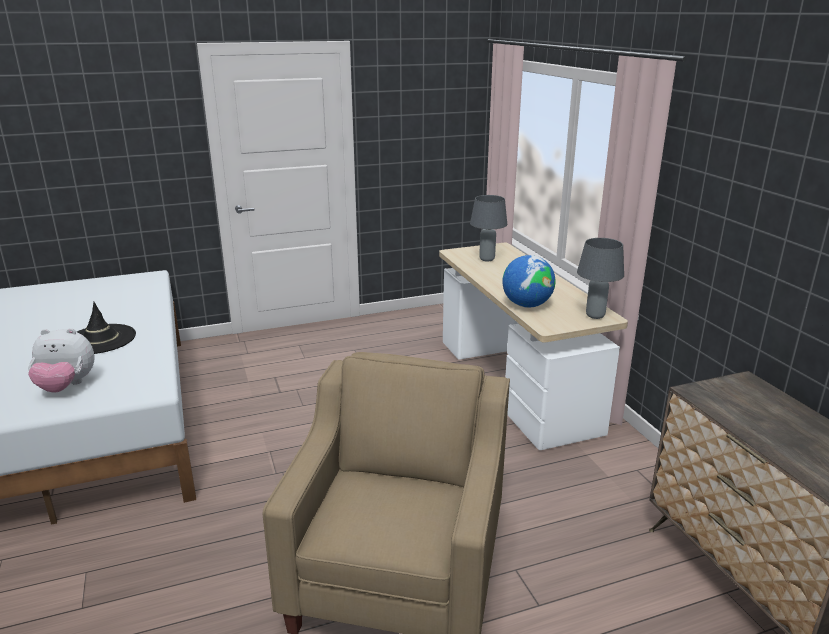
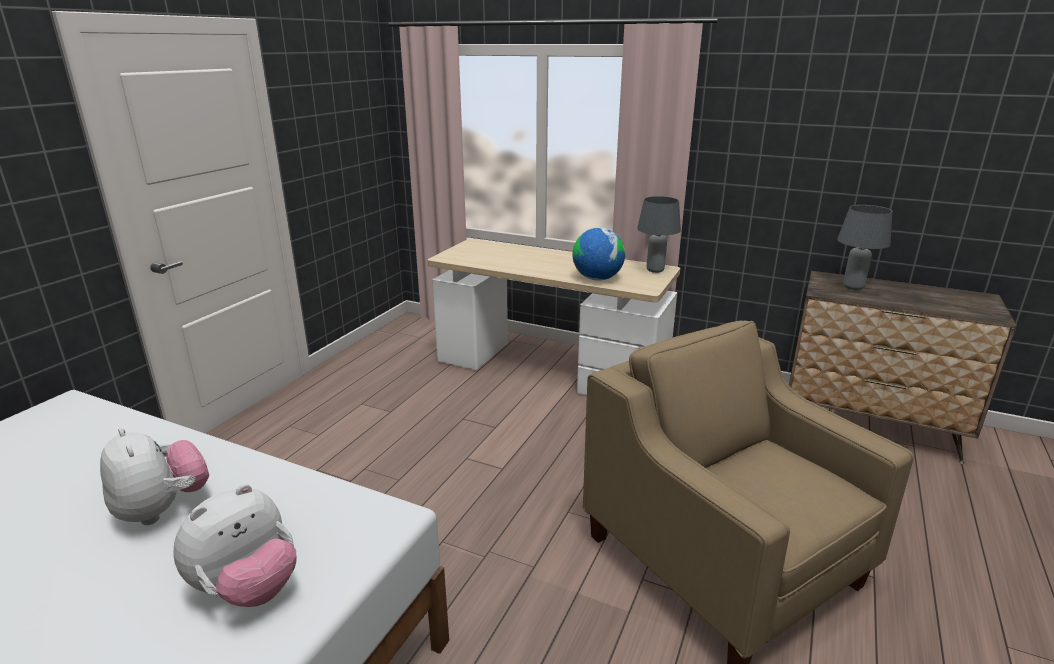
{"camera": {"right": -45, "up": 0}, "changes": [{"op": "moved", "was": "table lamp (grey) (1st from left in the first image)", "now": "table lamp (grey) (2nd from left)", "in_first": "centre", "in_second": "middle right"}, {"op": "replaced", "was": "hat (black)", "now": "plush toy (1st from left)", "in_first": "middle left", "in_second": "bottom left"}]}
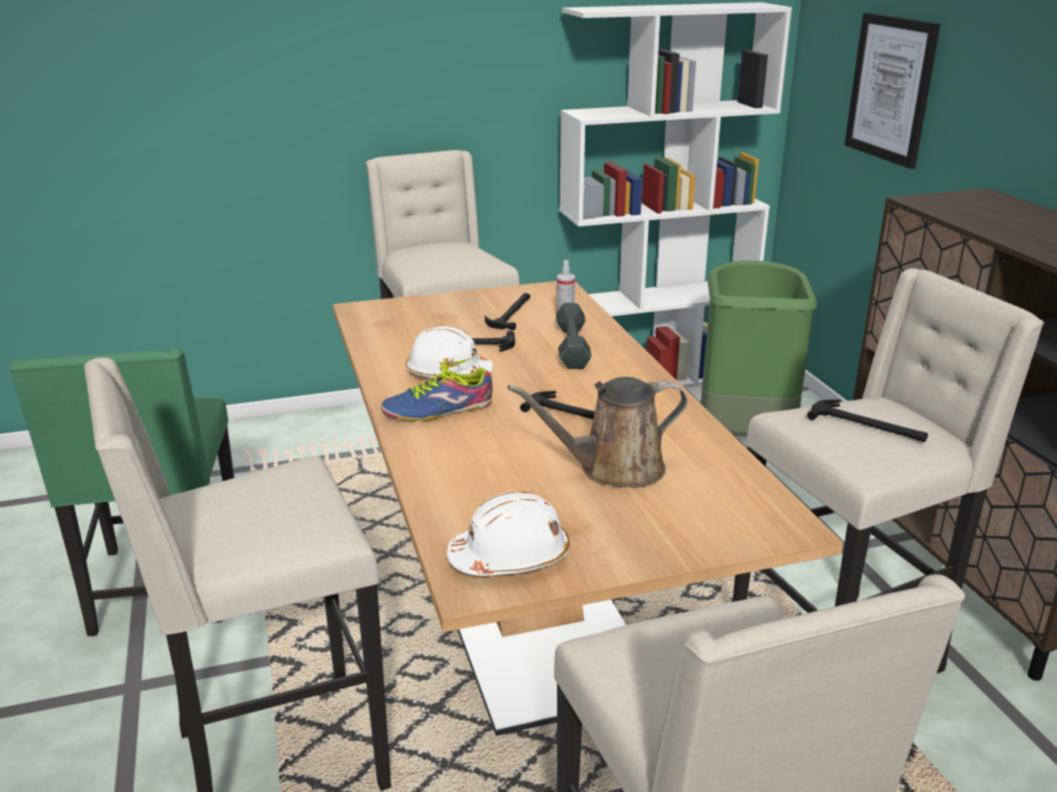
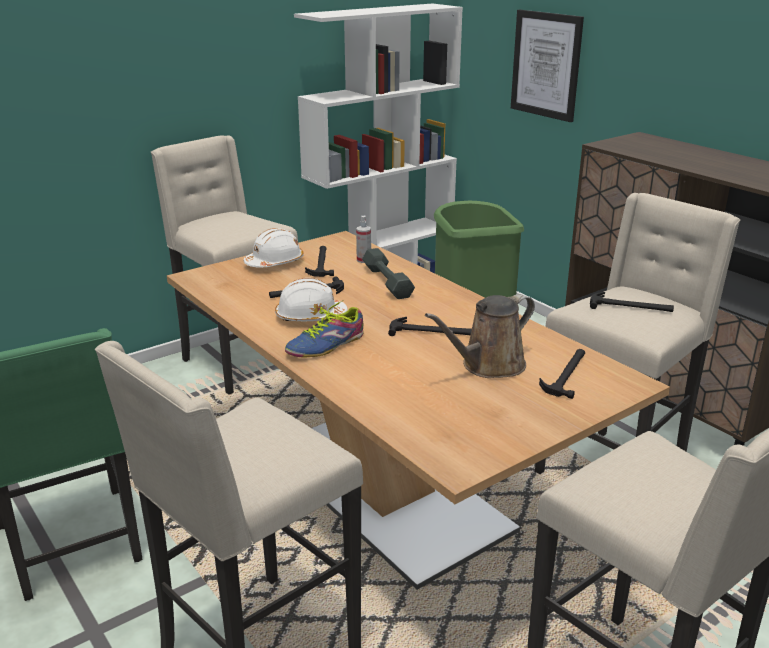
{"camera": {"right": -20, "up": 0}, "changes": [{"op": "moved", "was": "hard hat (white) (2nd from left in the first image)", "now": "hard hat (white) (1st from left)", "in_first": "bottom centre", "in_second": "centre"}, {"op": "added", "now": "hammer (4th from left)", "in_second": "middle right"}]}
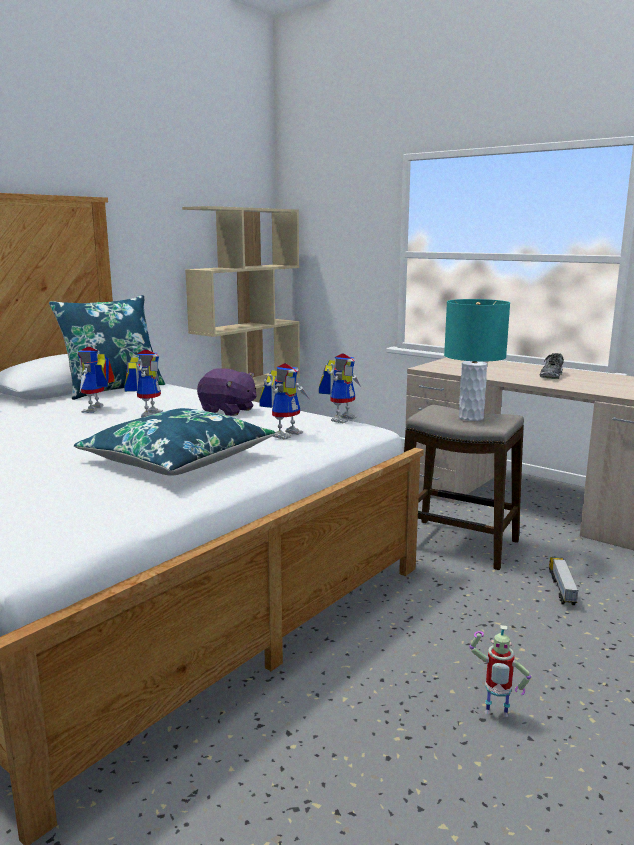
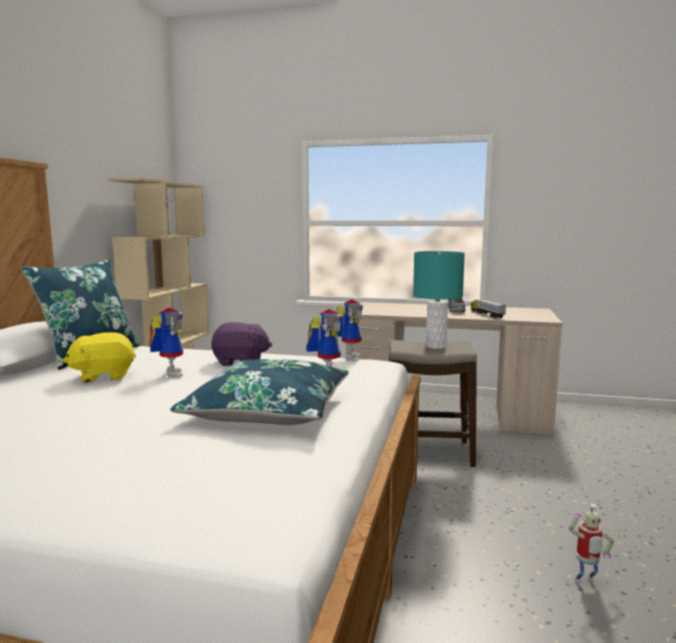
{"camera": {"right": -25, "up": -5}, "changes": [{"op": "replaced", "was": "toy robot (1st from left)", "now": "plush toy (yellow)", "in_first": "middle left", "in_second": "middle left"}, {"op": "moved", "was": "toy truck", "in_first": "bottom right", "in_second": "middle right"}]}
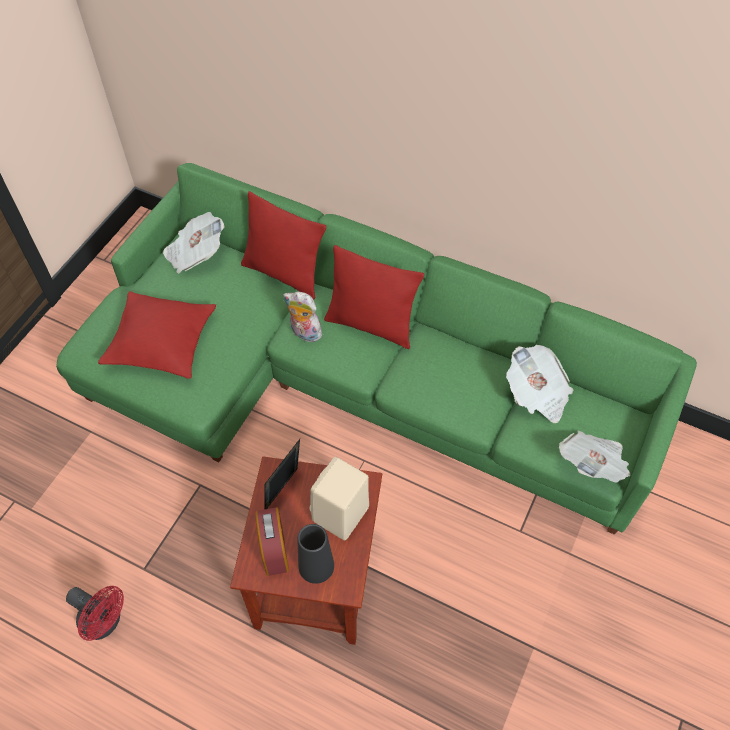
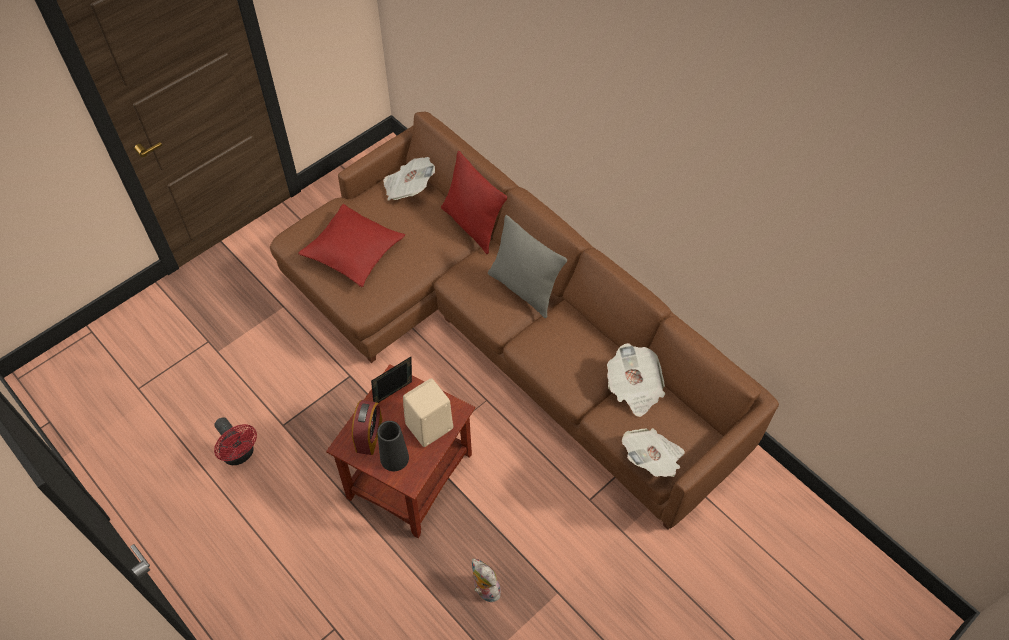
{"camera": {"right": 20, "up": 0}, "changes": [{"op": "recoloured", "was": "sofa (green)", "now": "sofa (brown)", "in_first": "centre", "in_second": "centre"}, {"op": "recoloured", "was": "pillow (red) (3rd from left)", "now": "pillow (grey)", "in_first": "centre", "in_second": "centre"}, {"op": "moved", "was": "plush toy", "in_first": "centre", "in_second": "bottom centre"}]}
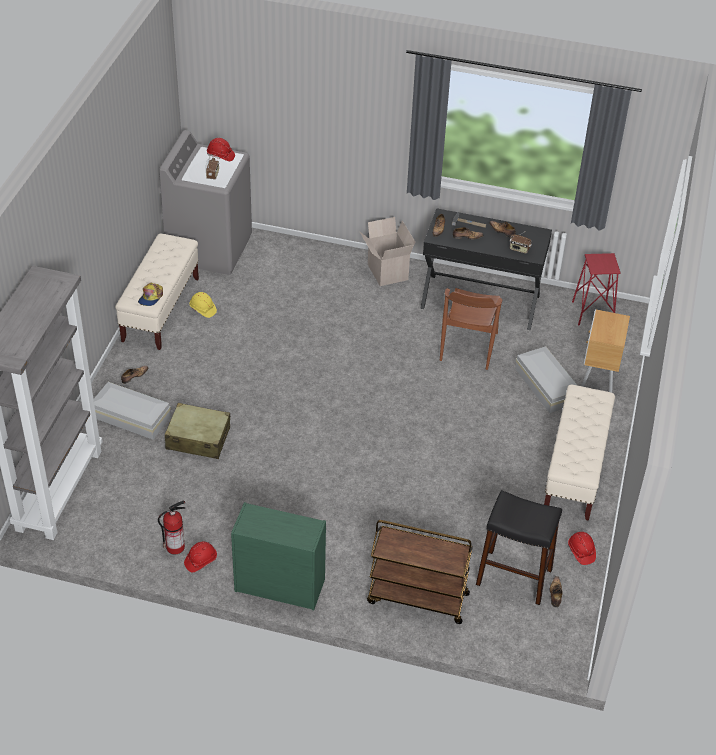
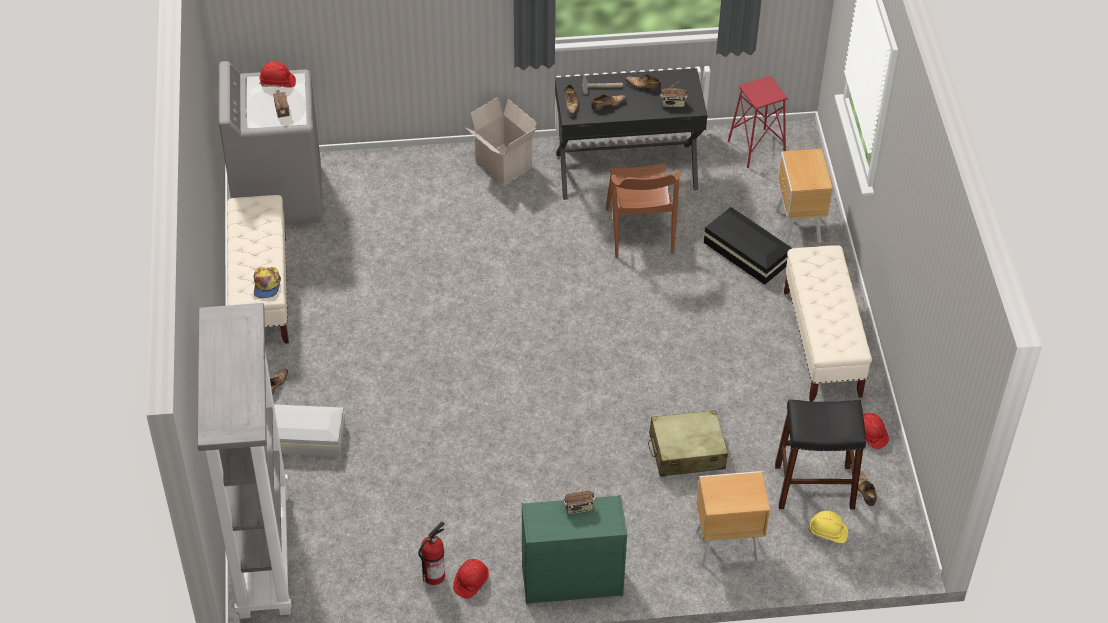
{"camera": {"right": -20, "up": 5}, "changes": [{"op": "moved", "was": "hard hat (yellow)", "in_first": "middle left", "in_second": "bottom right"}, {"op": "recoloured", "was": "storage box (white) (2nd from left)", "now": "storage box (black)", "in_first": "middle right", "in_second": "middle right"}, {"op": "moved", "was": "suitcase (beige)", "in_first": "middle left", "in_second": "bottom centre"}, {"op": "replaced", "was": "cart (brown)", "now": "nightstand (brown) (1st from left)", "in_first": "bottom centre", "in_second": "bottom centre"}, {"op": "added", "now": "radio (2nd from left)", "in_second": "bottom centre"}]}
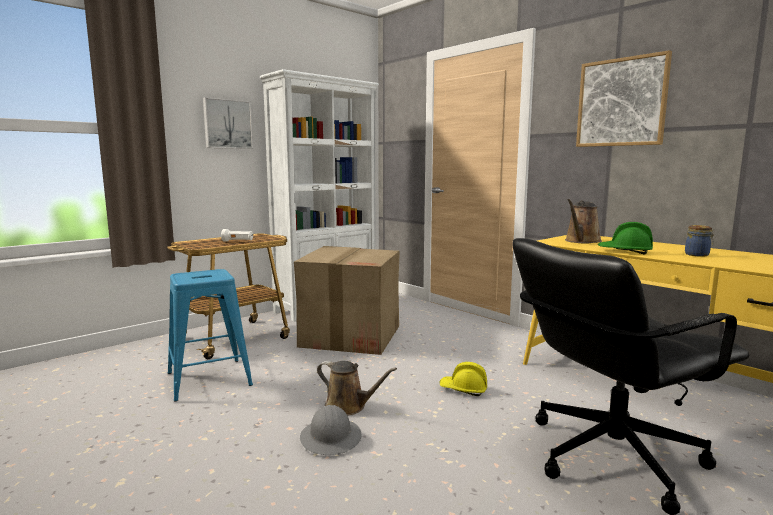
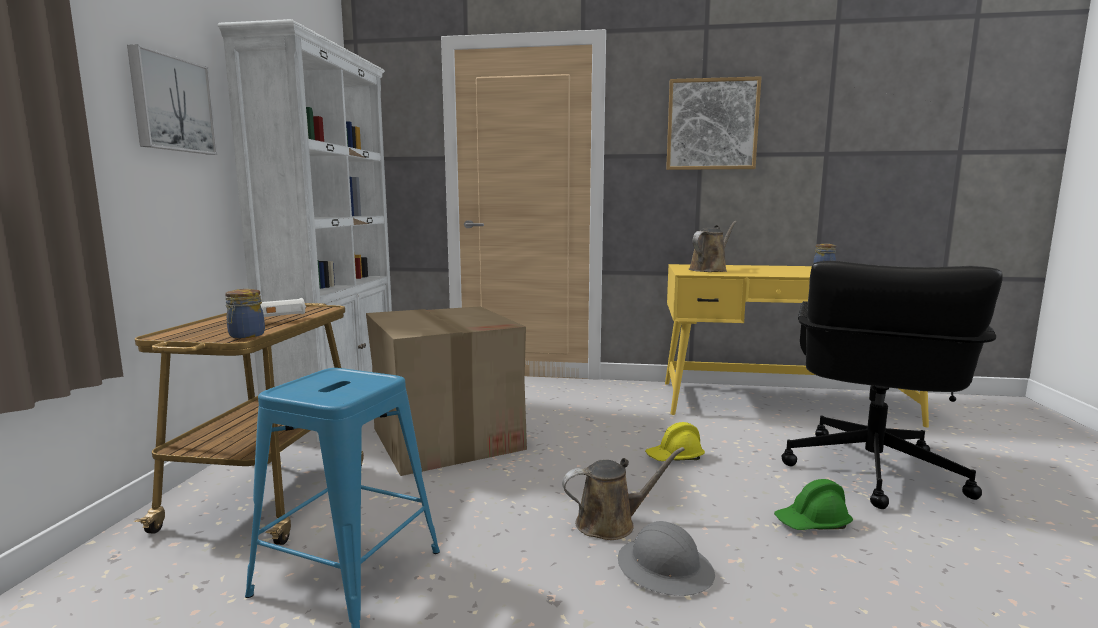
{"camera": {"right": -40, "up": 0}, "changes": [{"op": "turned", "was": "watering can (brown) (2nd from left)", "in_first": "middle right", "in_second": "centre", "clockwise": -135}, {"op": "moved", "was": "hard hat (green)", "in_first": "middle right", "in_second": "bottom right"}, {"op": "added", "now": "jar (1st from left)", "in_second": "middle left"}]}
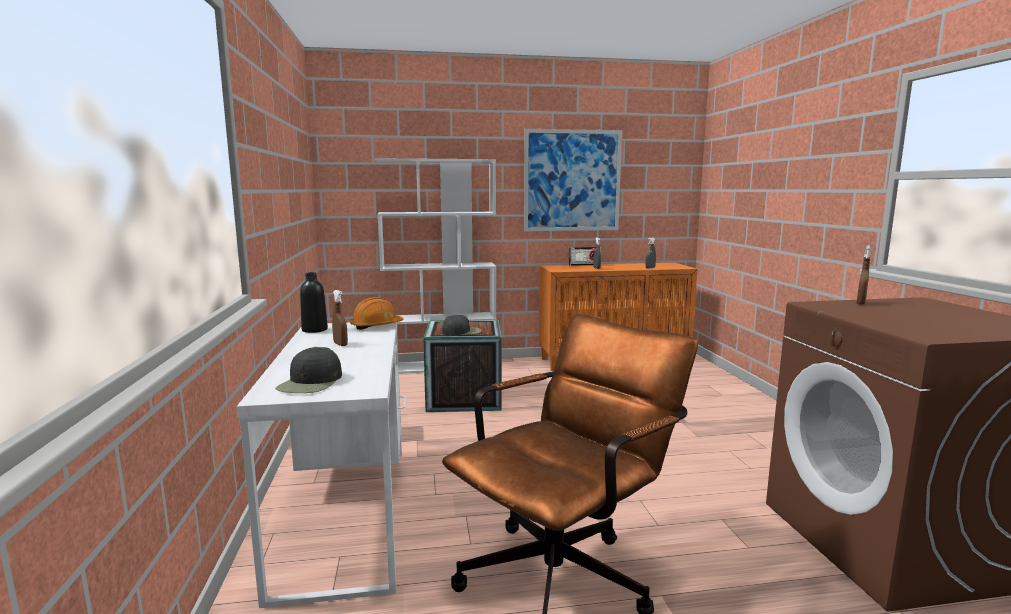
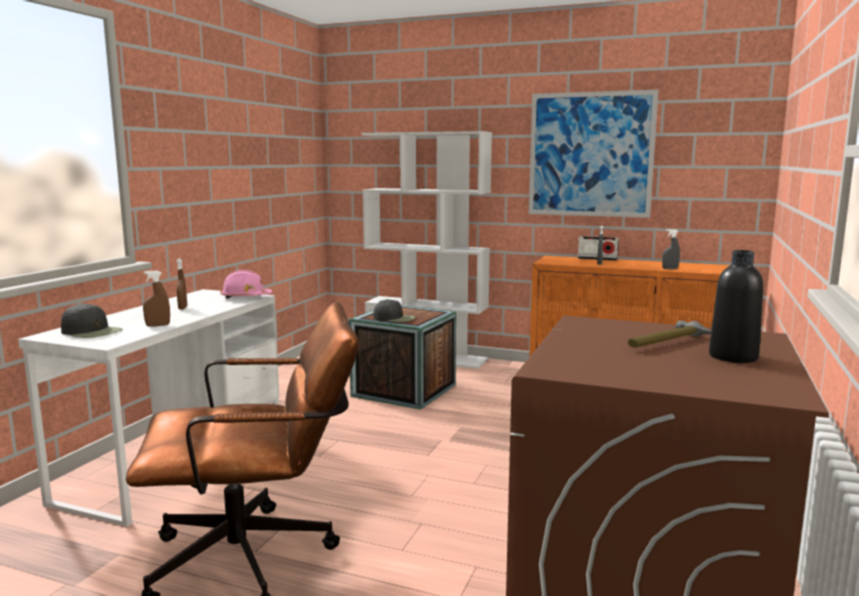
{"camera": {"right": 30, "up": 0}, "changes": [{"op": "moved", "was": "spray bottle (brown) (2nd from left in the first image)", "now": "spray bottle (brown) (1st from left)", "in_first": "middle right", "in_second": "middle left"}, {"op": "moved", "was": "bottle (black)", "in_first": "middle left", "in_second": "middle right"}, {"op": "recoloured", "was": "hard hat (orange)", "now": "hard hat (pink)", "in_first": "centre", "in_second": "middle left"}, {"op": "turned", "was": "cap (black) (1st from left)", "in_first": "middle left", "in_second": "middle left", "clockwise": -105}, {"op": "added", "now": "hammer", "in_second": "middle right"}]}
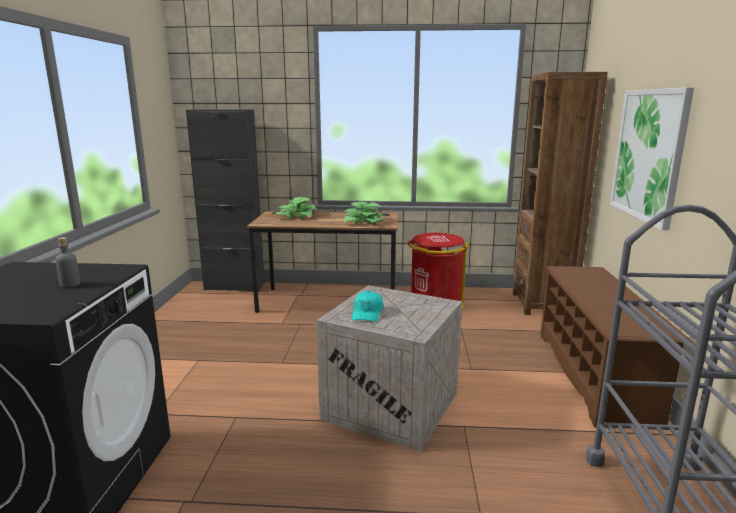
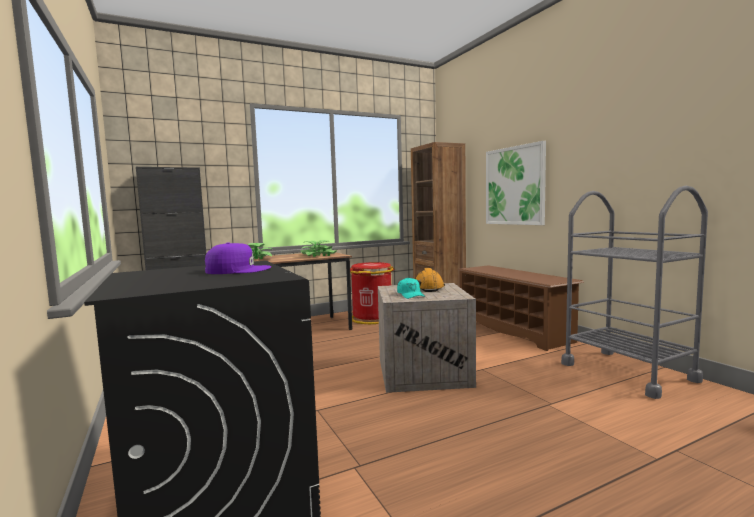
{"camera": {"right": -30, "up": -10}, "changes": [{"op": "replaced", "was": "bottle (grey)", "now": "cap (purple)", "in_first": "middle left", "in_second": "middle left"}, {"op": "added", "now": "hard hat (orange)", "in_second": "centre"}]}
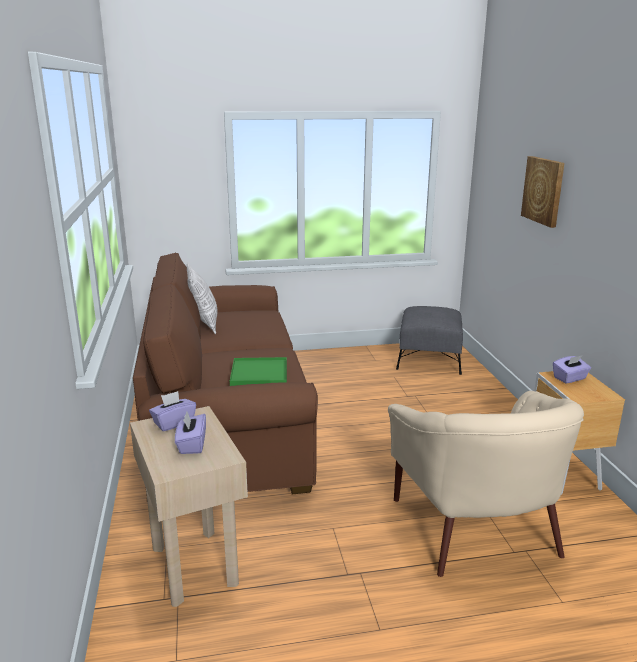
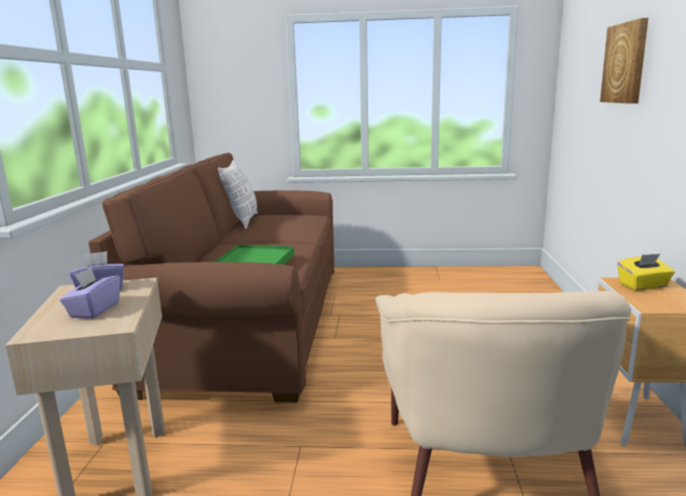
{"camera": {"right": 15, "up": -5}, "changes": [{"op": "removed", "was": "ottoman (grey)", "in_first": "middle right"}, {"op": "recoloured", "was": "tissue box (purple) (3rd from left)", "now": "tissue box (yellow)", "in_first": "middle right", "in_second": "middle right"}]}
